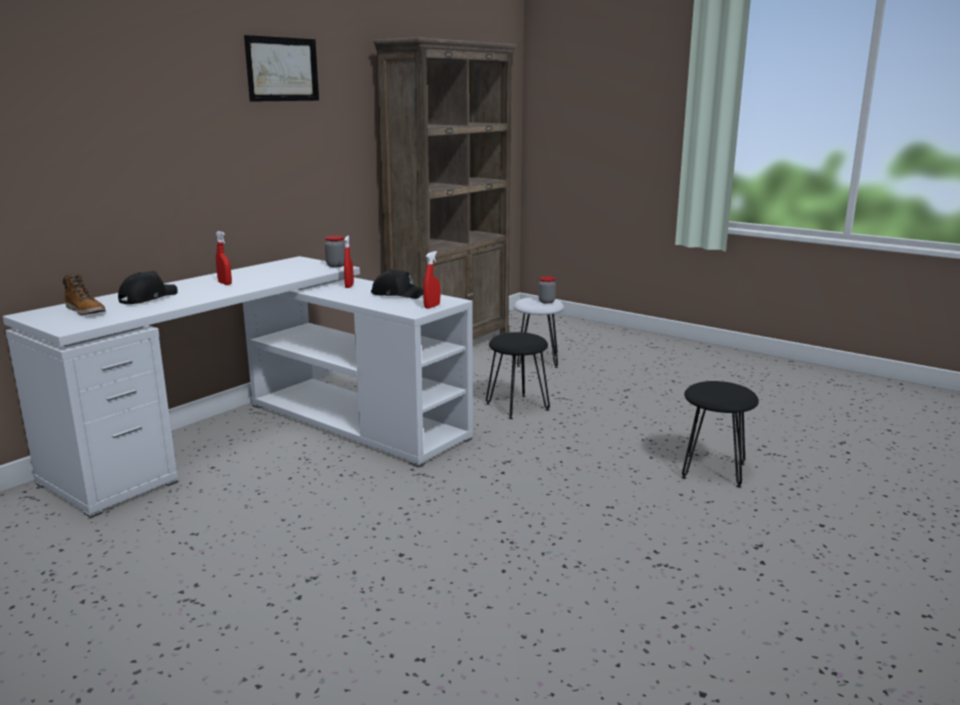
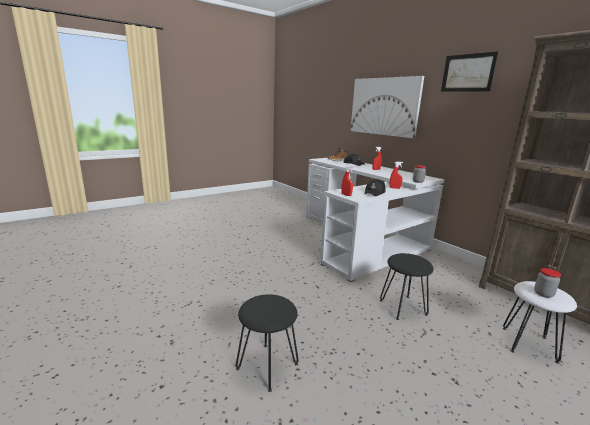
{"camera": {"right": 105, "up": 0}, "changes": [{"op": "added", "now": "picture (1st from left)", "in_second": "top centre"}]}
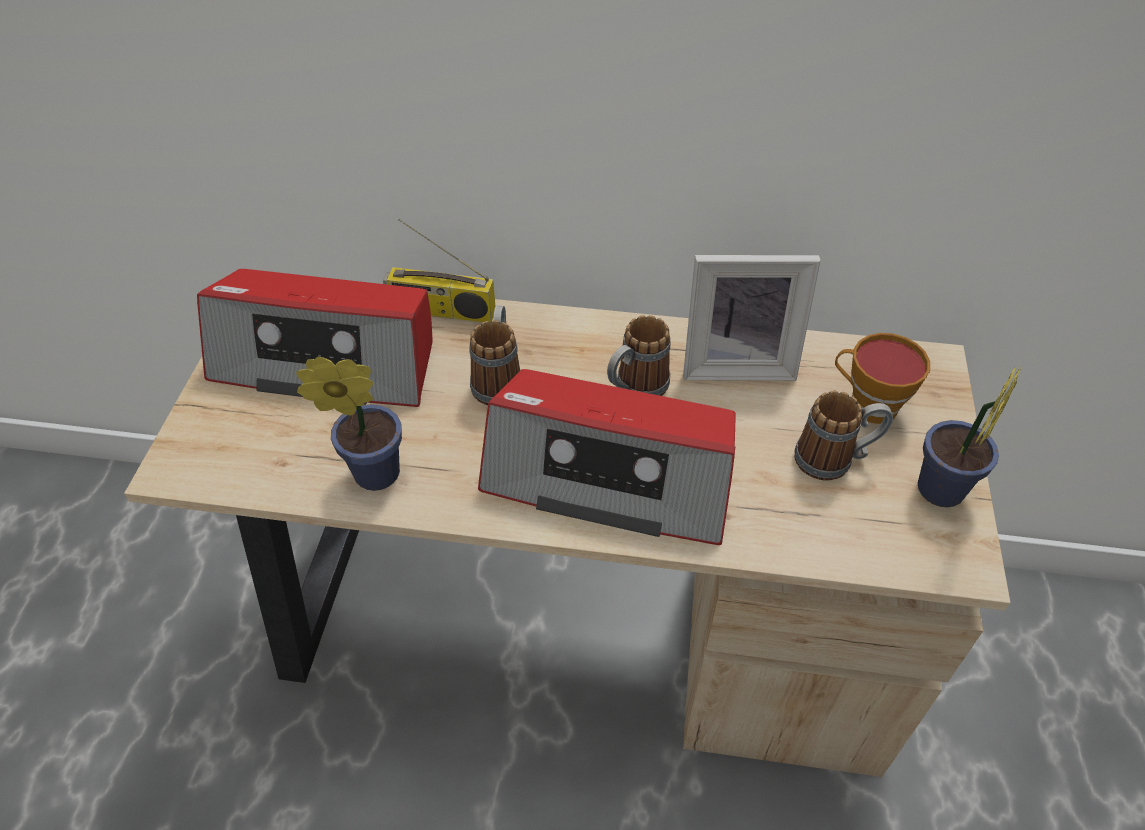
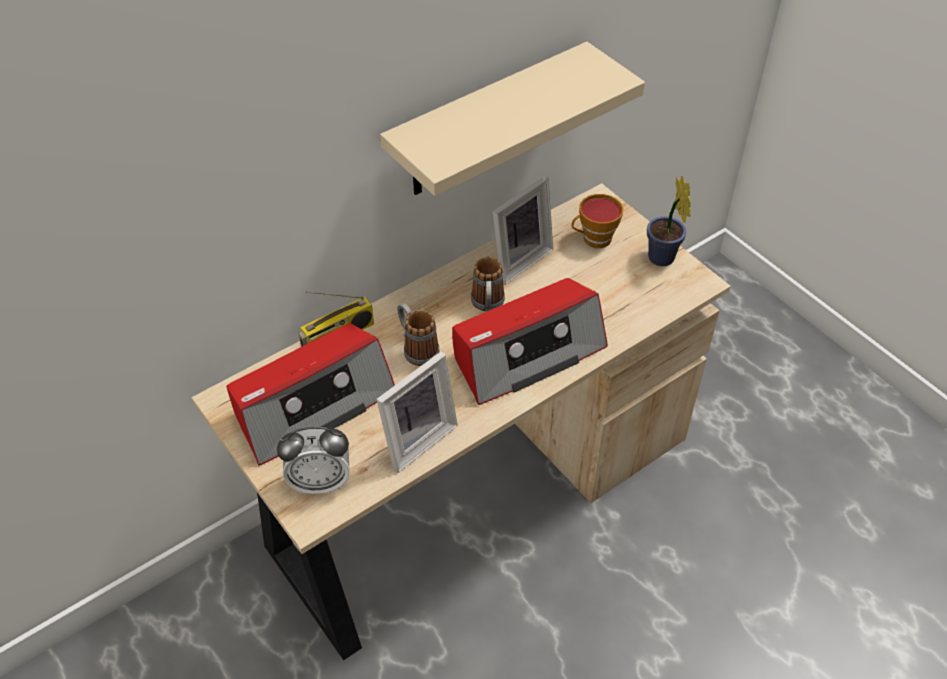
{"camera": {"right": -45, "up": 0}, "changes": [{"op": "replaced", "was": "potted plant (1st from left)", "now": "picture frame (1st from left)", "in_first": "middle left", "in_second": "centre"}, {"op": "removed", "was": "mug (3rd from left)", "in_first": "middle right"}, {"op": "added", "now": "shelf (beige)", "in_second": "top centre"}, {"op": "added", "now": "alarm clock", "in_second": "bottom left"}]}
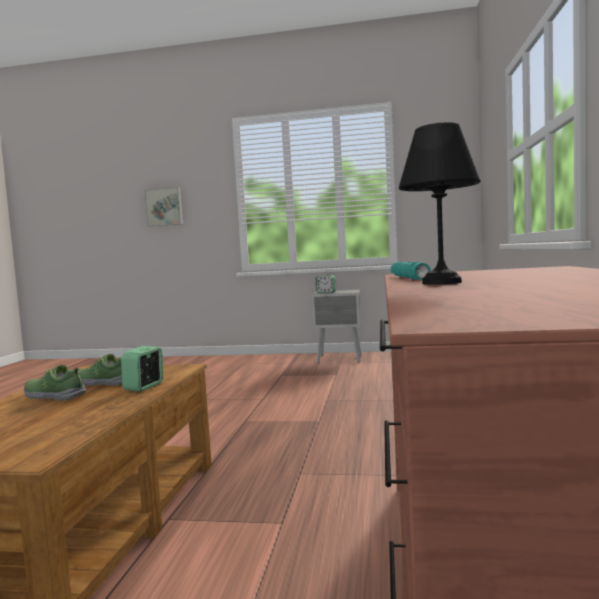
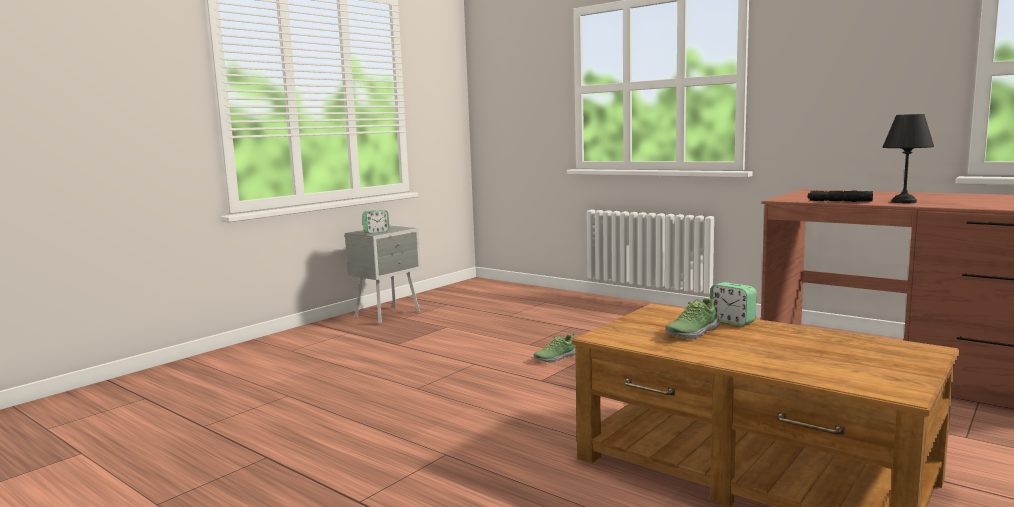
{"camera": {"right": -60, "up": 5}, "changes": [{"op": "removed", "was": "picture", "in_first": "middle left"}, {"op": "recoloured", "was": "flashlight (turquoise)", "now": "flashlight (black)", "in_first": "middle right", "in_second": "middle right"}, {"op": "moved", "was": "shoe (1st from left)", "in_first": "middle left", "in_second": "bottom centre"}]}
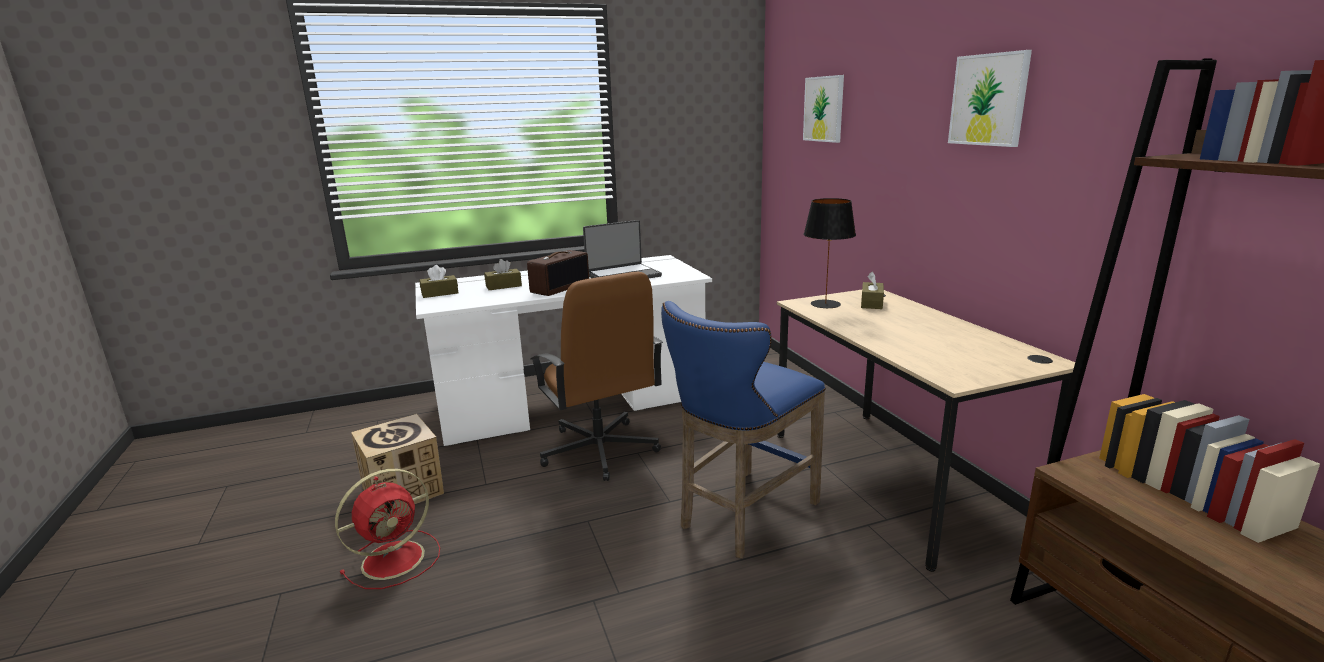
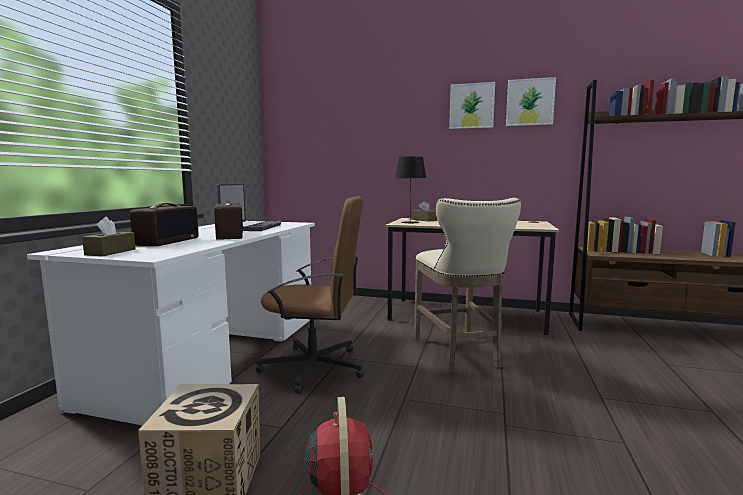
{"camera": {"right": -55, "up": -10}, "changes": [{"op": "moved", "was": "picture (1st from left in the first image)", "now": "picture (2nd from left)", "in_first": "top centre", "in_second": "top right"}, {"op": "replaced", "was": "tissue box (brown) (2nd from left)", "now": "radio (1st from left)", "in_first": "centre", "in_second": "middle left"}, {"op": "recoloured", "was": "stool (blue)", "now": "stool (beige)", "in_first": "centre", "in_second": "centre"}]}
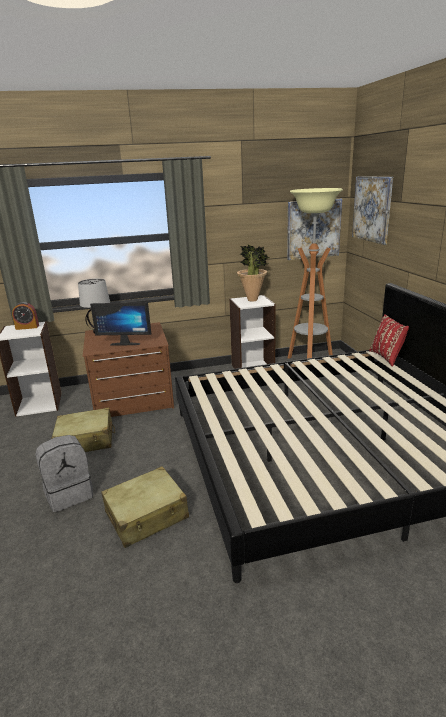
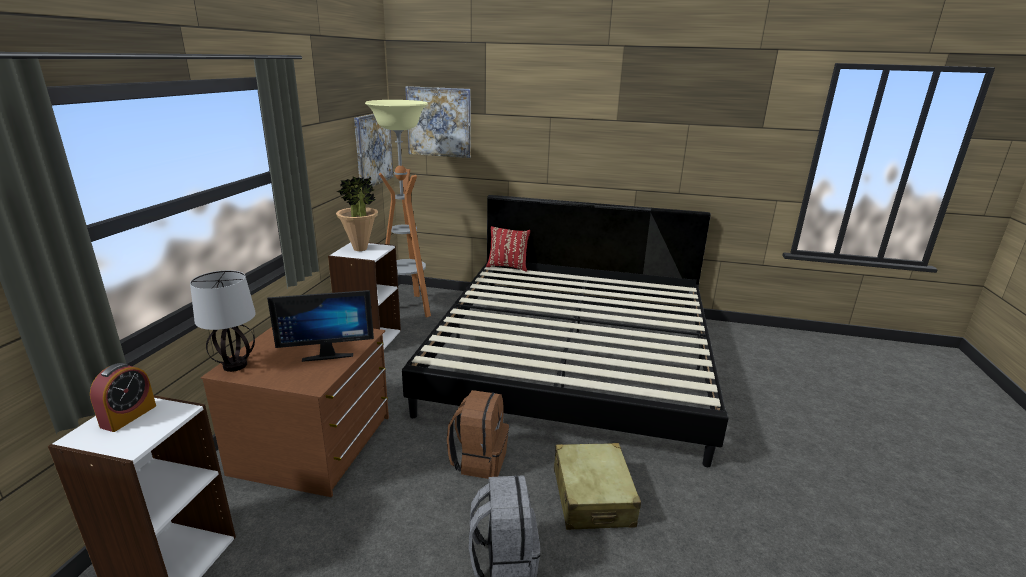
{"camera": {"right": -65, "up": 0}, "changes": [{"op": "turned", "was": "monitor", "in_first": "middle left", "in_second": "middle left", "clockwise": 45}, {"op": "removed", "was": "suitcase (beige) (1st from left)", "in_first": "middle left"}, {"op": "added", "now": "backpack (brown)", "in_second": "bottom centre"}]}
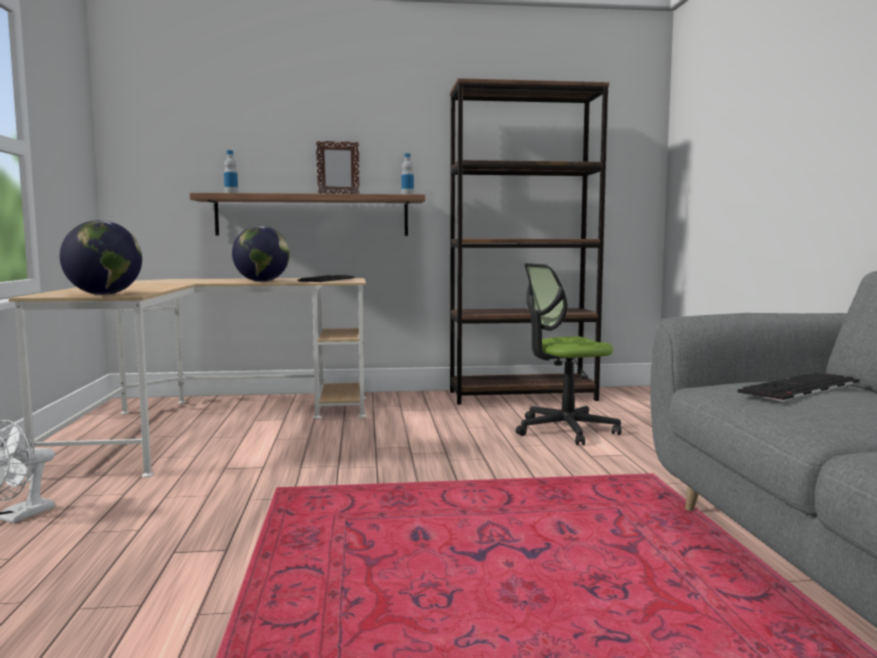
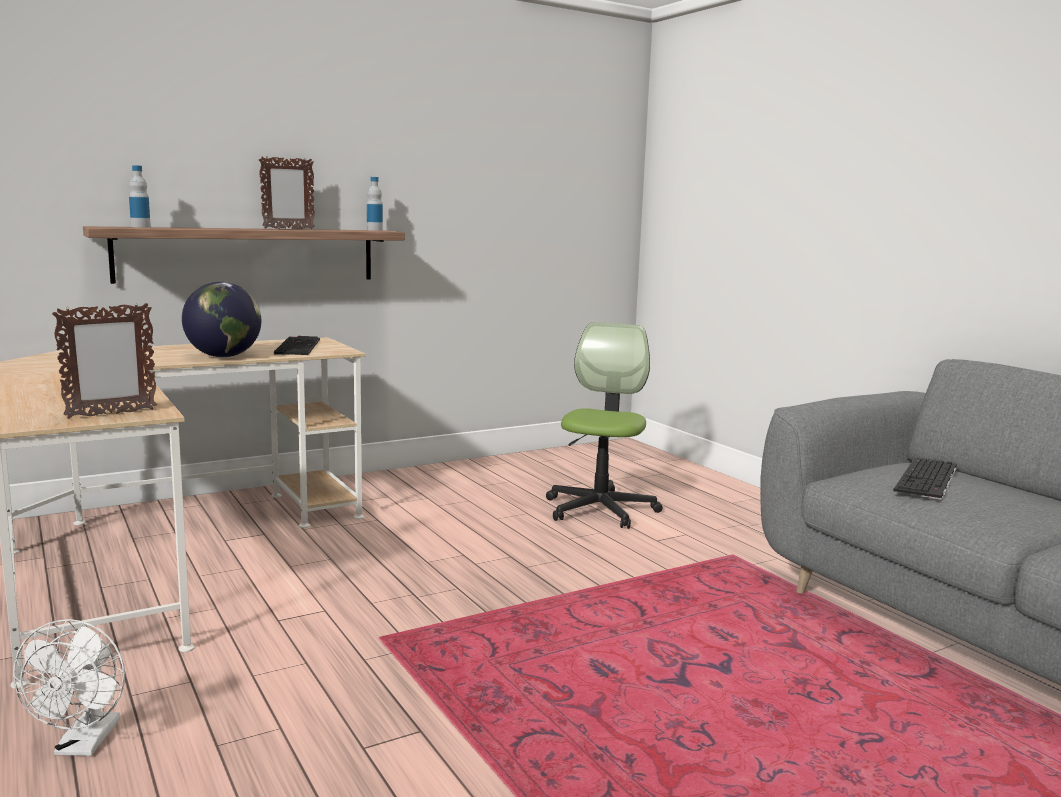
{"camera": {"right": -25, "up": 5}, "changes": [{"op": "removed", "was": "bookcase (brown)", "in_first": "centre"}, {"op": "replaced", "was": "globe (1st from left)", "now": "picture frame (1st from left)", "in_first": "middle left", "in_second": "middle left"}, {"op": "turned", "was": "office chair", "in_first": "centre", "in_second": "centre", "clockwise": 150}]}
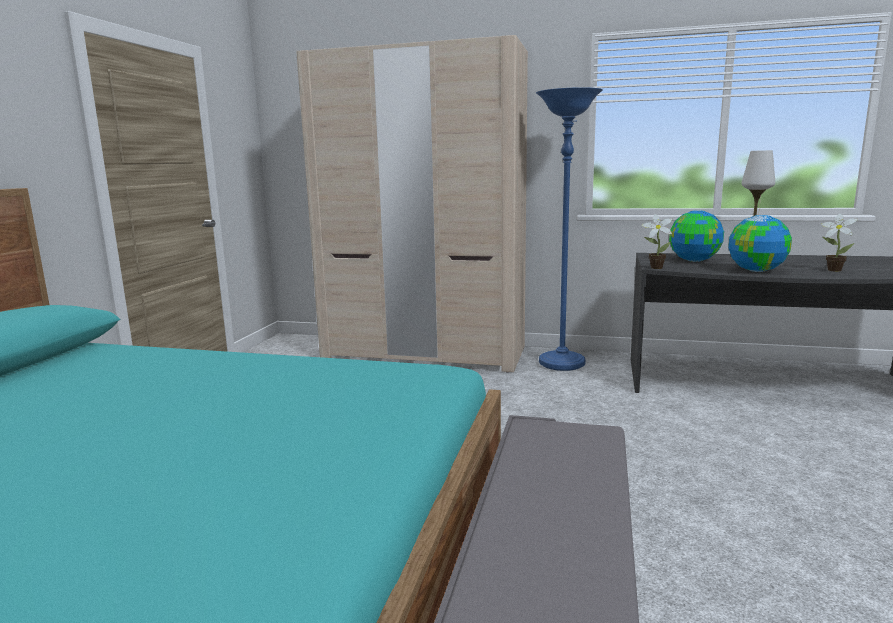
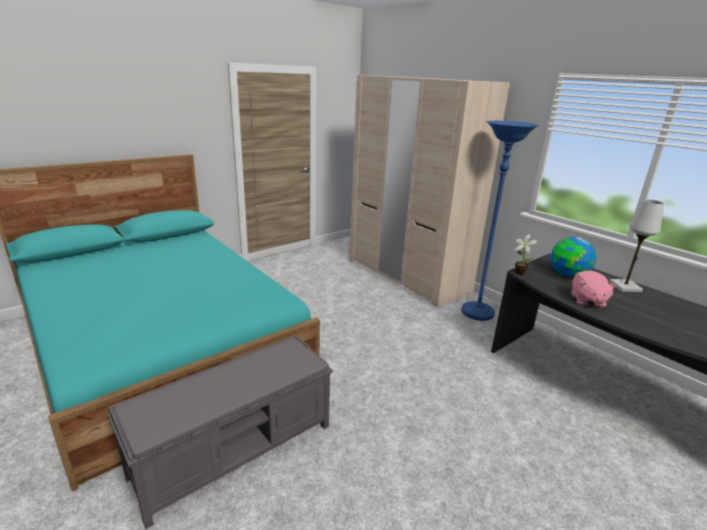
{"camera": {"right": 35, "up": 10}, "changes": [{"op": "removed", "was": "potted plant (2nd from left)", "in_first": "middle right"}, {"op": "replaced", "was": "globe (2nd from left)", "now": "plush toy (pink)", "in_first": "middle right", "in_second": "middle right"}]}
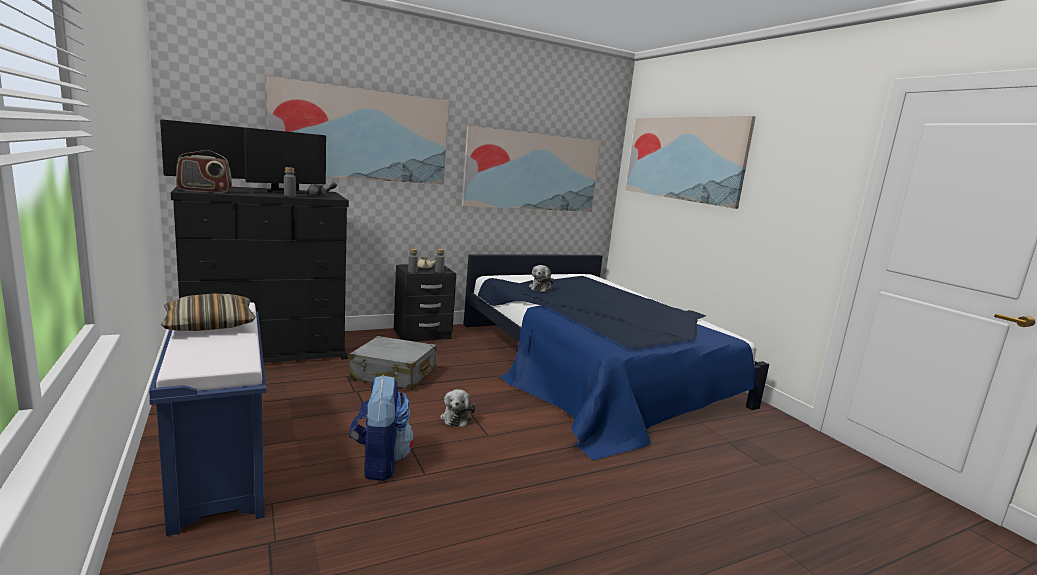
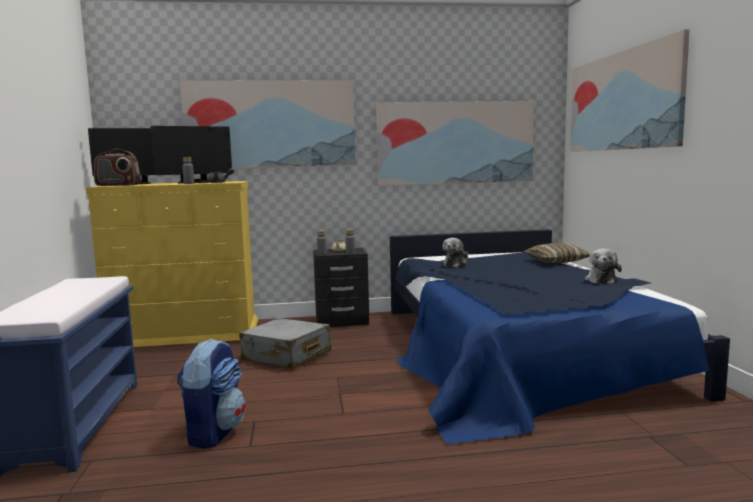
{"camera": {"right": 20, "up": -5}, "changes": [{"op": "recoloured", "was": "dresser (black)", "now": "dresser (yellow)", "in_first": "middle left", "in_second": "middle left"}, {"op": "moved", "was": "pillow", "in_first": "middle left", "in_second": "middle right"}, {"op": "moved", "was": "plush toy (1st from left in the first image)", "now": "plush toy (2nd from left)", "in_first": "bottom centre", "in_second": "middle right"}]}
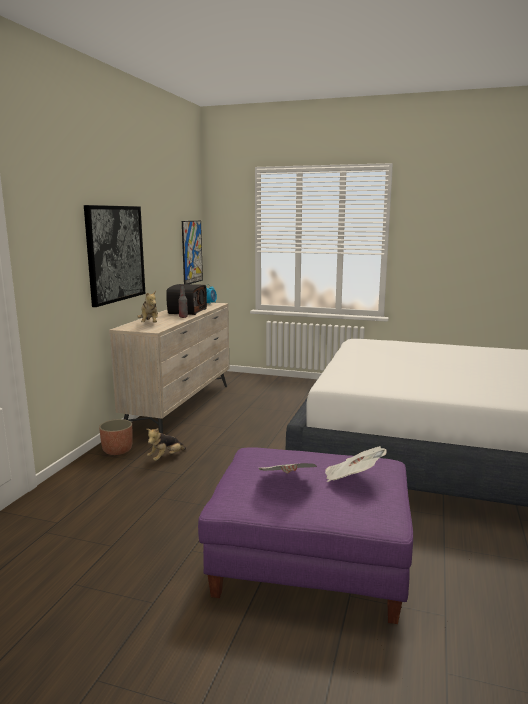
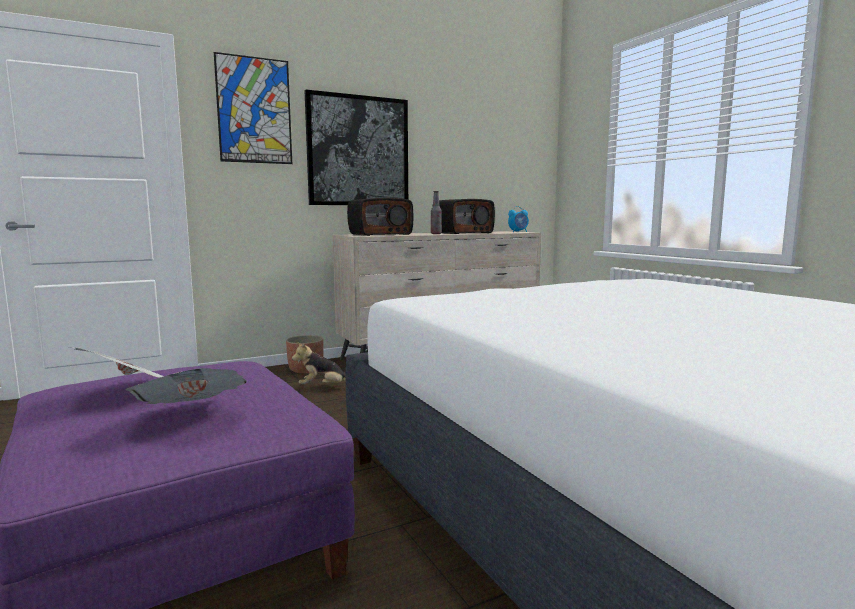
{"camera": {"right": 45, "up": -5}, "changes": [{"op": "moved", "was": "picture (2nd from left in the first image)", "now": "picture (1st from left)", "in_first": "centre", "in_second": "top left"}, {"op": "replaced", "was": "plush toy (1st from left)", "now": "radio (1st from left)", "in_first": "middle left", "in_second": "centre"}]}
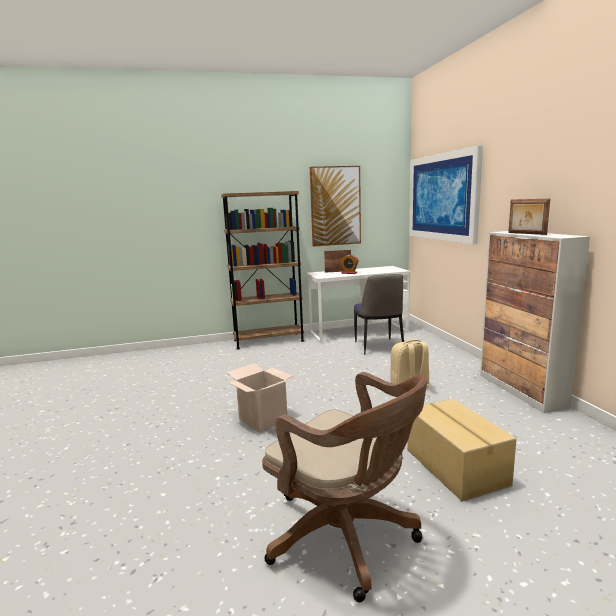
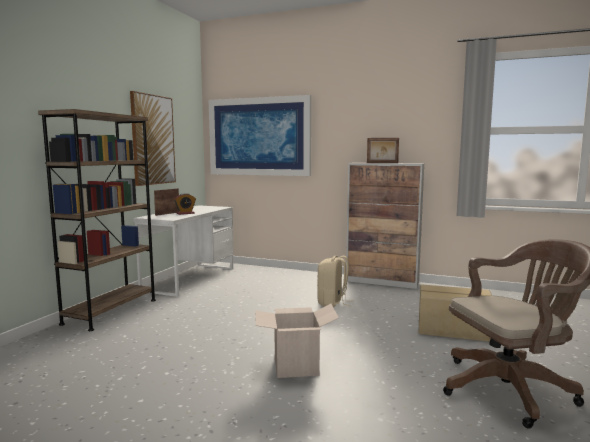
{"camera": {"right": -55, "up": -5}, "changes": [{"op": "removed", "was": "chair", "in_first": "centre"}]}
